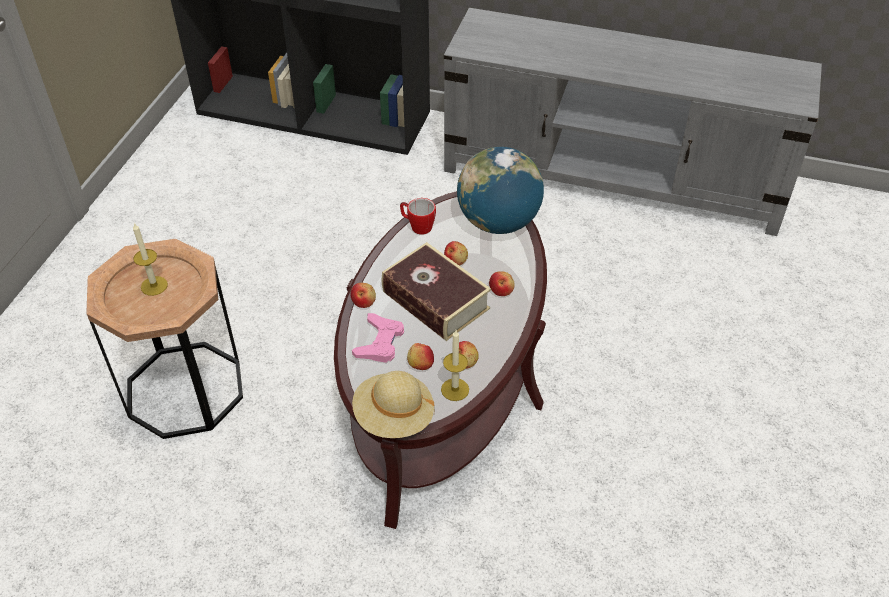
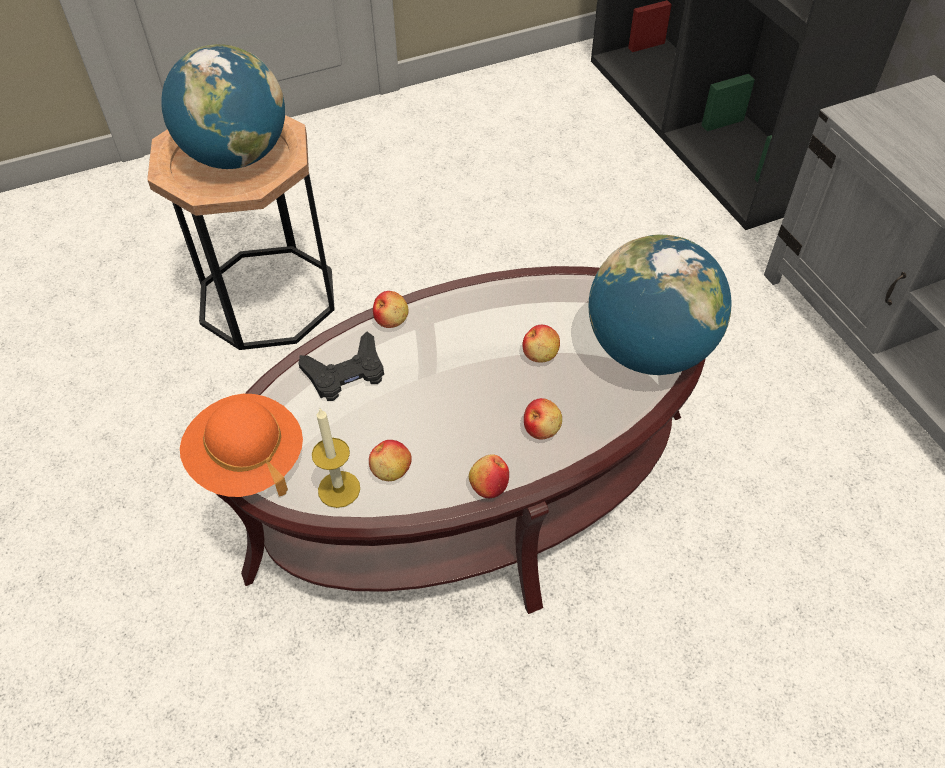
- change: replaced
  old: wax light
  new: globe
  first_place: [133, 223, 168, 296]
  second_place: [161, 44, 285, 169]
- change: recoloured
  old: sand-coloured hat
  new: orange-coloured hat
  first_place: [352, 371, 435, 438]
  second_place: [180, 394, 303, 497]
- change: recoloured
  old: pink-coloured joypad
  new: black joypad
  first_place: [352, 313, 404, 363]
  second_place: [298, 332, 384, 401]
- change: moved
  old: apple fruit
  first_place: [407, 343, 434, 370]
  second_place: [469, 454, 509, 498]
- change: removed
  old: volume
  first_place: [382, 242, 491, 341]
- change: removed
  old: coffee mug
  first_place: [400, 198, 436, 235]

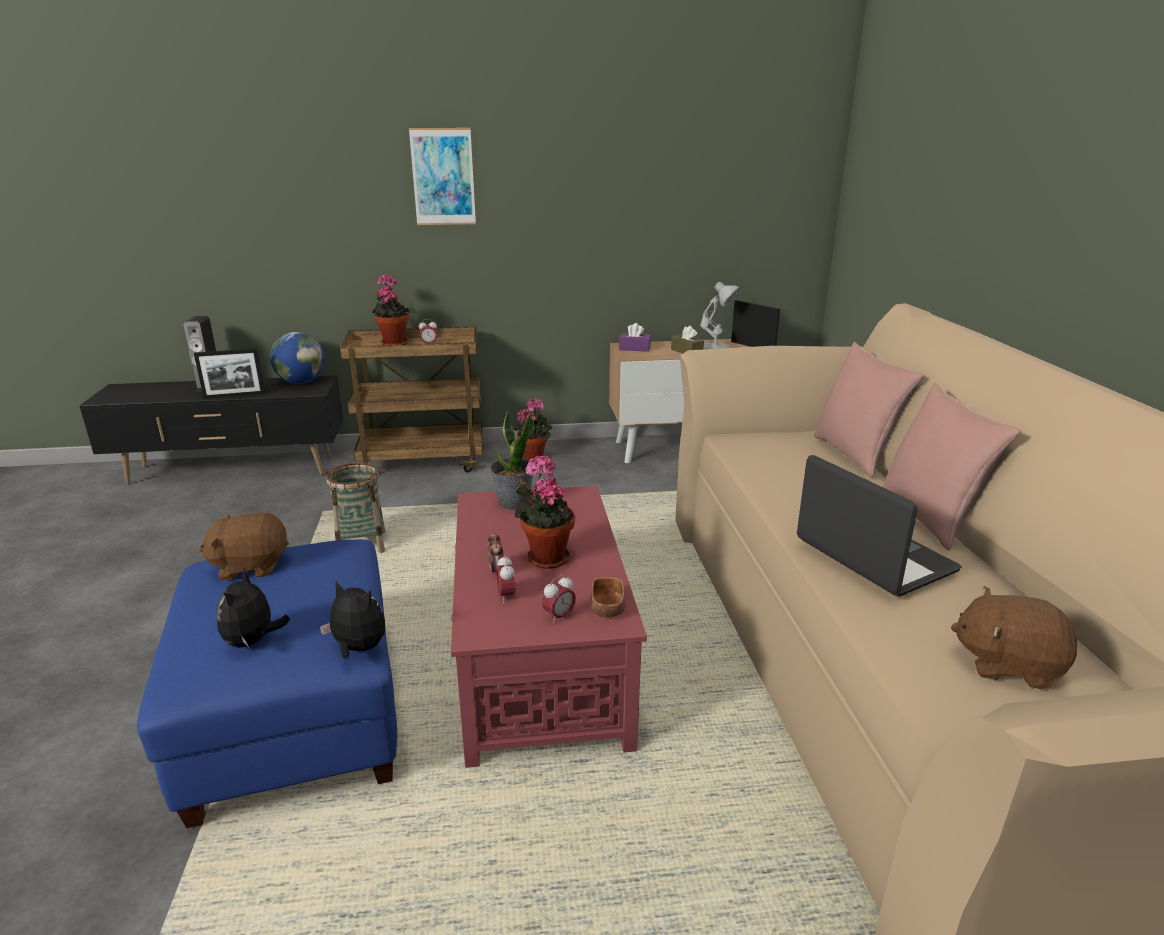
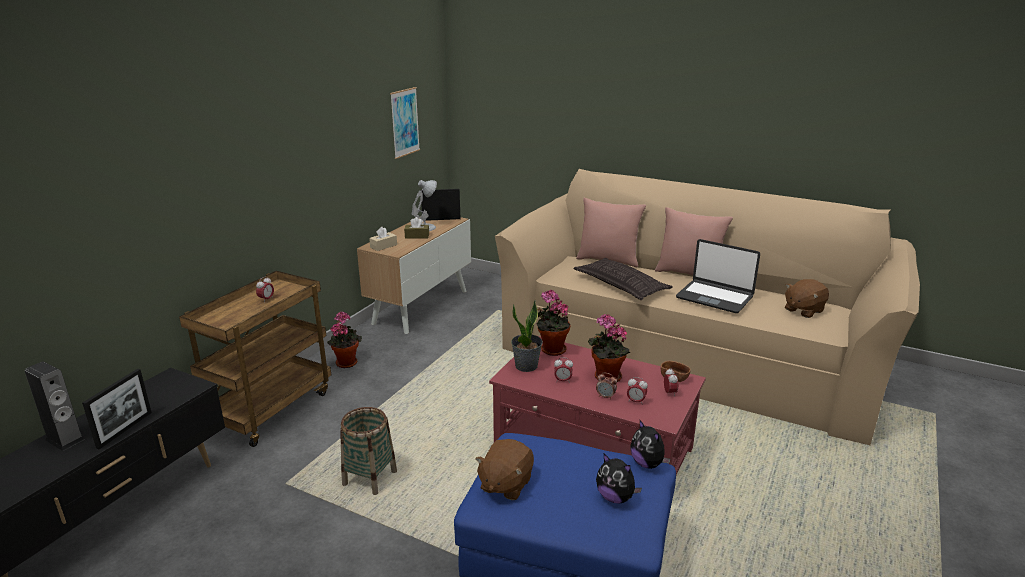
- change: recoloured
  old: purple-coloured box of tissues
  new: sand-coloured box of tissues
  first_place: [619, 323, 651, 352]
  second_place: [369, 227, 397, 251]
- change: moved
  old: wall picture
  first_place: [409, 128, 476, 225]
  second_place: [390, 87, 420, 159]
- change: moved
  old: houseplant
  first_place: [372, 274, 410, 345]
  second_place: [537, 290, 571, 356]
- change: added
  new: table clock
  second_place: [554, 357, 573, 383]
- change: added
  new: pillow
  second_place: [573, 258, 673, 300]
- change: turned
  old: soft toy
  first_place: [320, 581, 385, 659]
  second_place: [630, 420, 671, 469]
  degrees: -90
- change: turned
  old: notebook computer
  first_place: [797, 455, 962, 596]
  second_place: [676, 239, 760, 313]
  degrees: -150
- change: removed
  old: globe
  first_place: [270, 332, 325, 384]

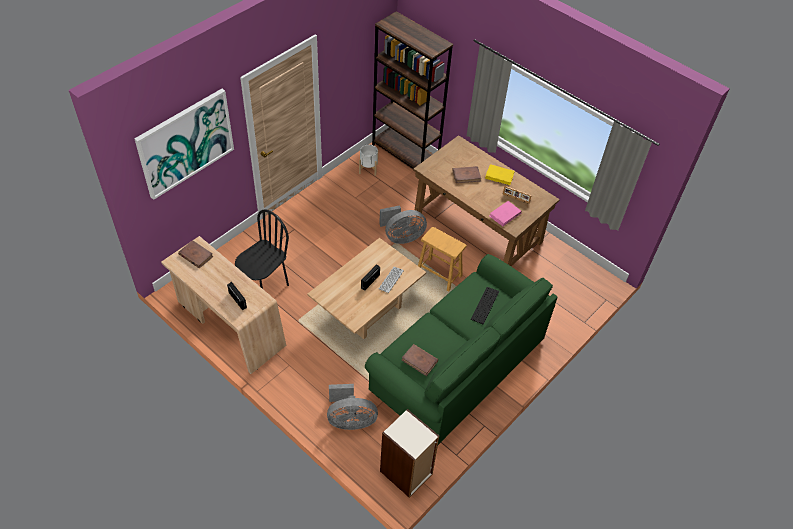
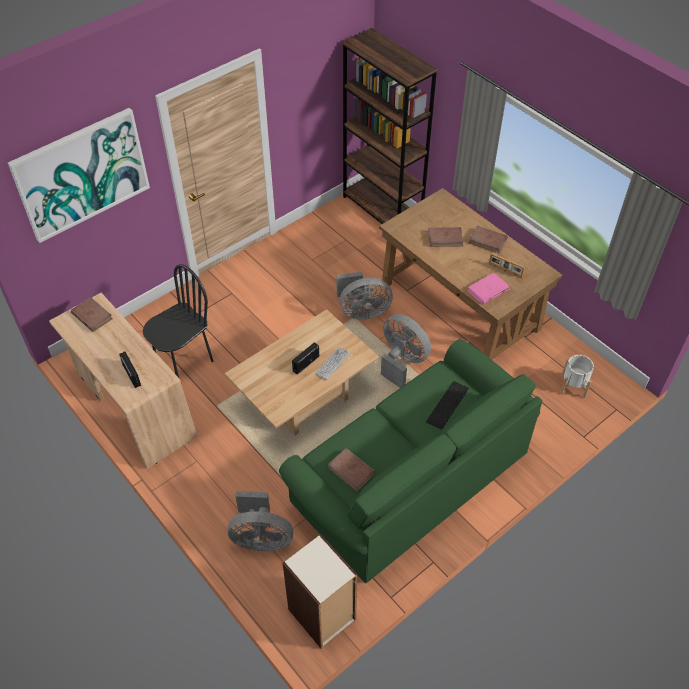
- change: replaced
  old: brown stool
  new: grey cooling fan
  first_place: [418, 227, 467, 292]
  second_place: [381, 314, 431, 388]
- change: recoloured
  old: yellowish volume
  new: brown volume
  first_place: [485, 164, 515, 186]
  second_place: [469, 226, 508, 254]
- change: moved
  old: whitish planter
  first_place: [359, 144, 378, 176]
  second_place: [560, 355, 594, 398]

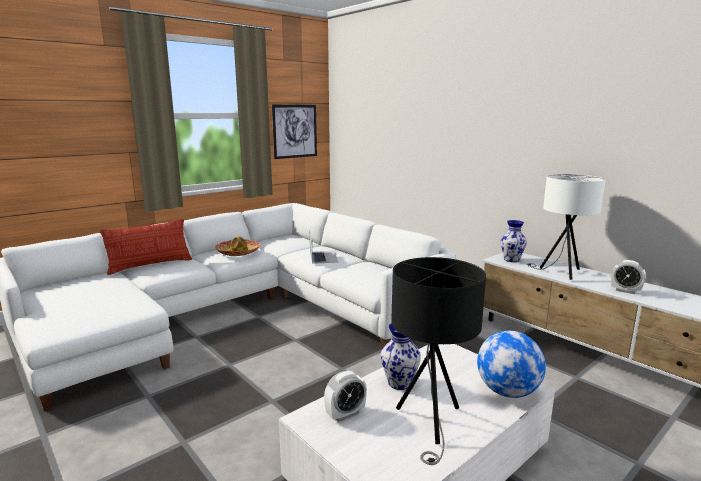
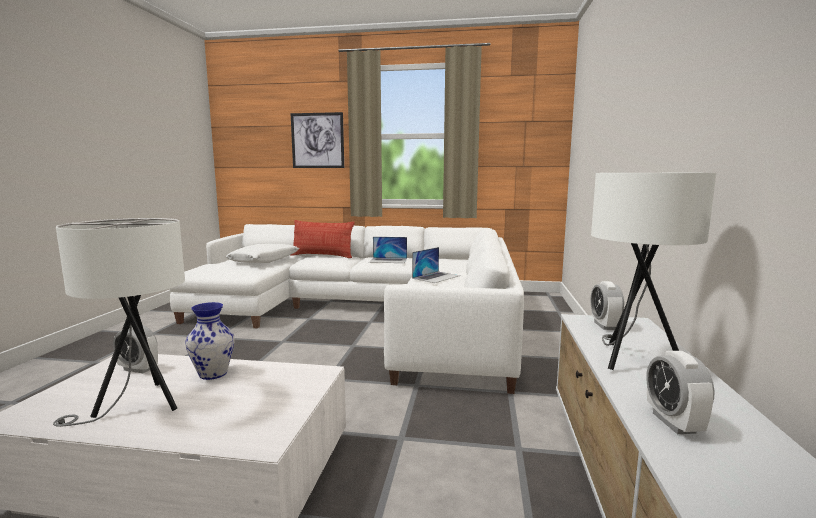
- change: recoloured
  old: black lamp for a table
  new: whitish lamp for a table
  first_place: [391, 257, 486, 465]
  second_place: [53, 218, 185, 427]
- change: added
  new: whitish pillow
  second_place: [226, 244, 299, 263]
- change: moved
  old: wall picture
  first_place: [272, 105, 317, 159]
  second_place: [291, 112, 344, 168]
- change: replaced
  old: hat
  new: notebook computer
  first_place: [215, 236, 260, 256]
  second_place: [369, 237, 407, 263]
- change: replaced
  old: vase
  new: table clock
  first_place: [500, 220, 527, 262]
  second_place: [590, 281, 624, 330]
- change: removed
  old: globe
  first_place: [477, 331, 546, 398]

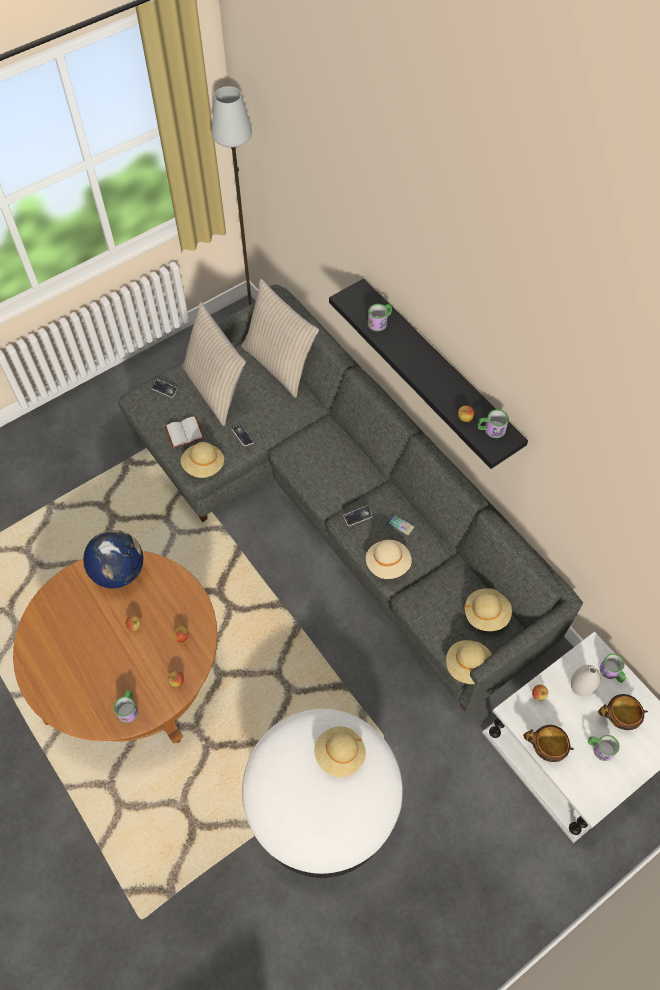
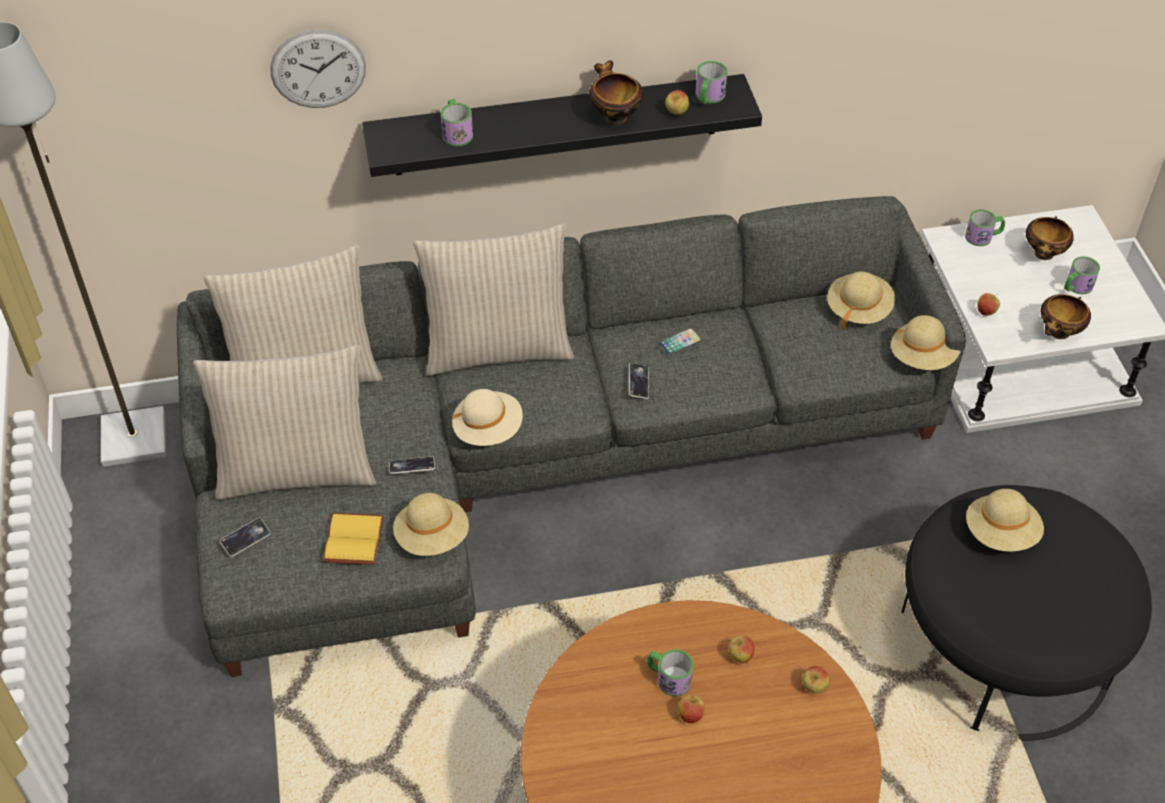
- change: added
  new: hanging clock
  second_place: [270, 30, 366, 108]
- change: recoloured
  old: whitish volume
  new: yellowish volume
  first_place: [165, 416, 204, 448]
  second_place: [322, 513, 384, 565]
- change: added
  new: sand-coloured pillow
  second_place: [413, 224, 574, 375]
- change: moved
  old: sand-coloured hat
  first_place: [366, 540, 412, 579]
  second_place: [452, 389, 523, 446]
- change: added
  new: deep dish
  second_place: [589, 60, 643, 125]
- change: moved
  old: coffee mug
  first_place: [113, 690, 138, 723]
  second_place: [647, 649, 693, 696]
- change: recoloured
  old: whitish ottoman
  new: black ottoman
  first_place: [242, 708, 403, 878]
  second_place: [901, 485, 1152, 741]
- change: removed
  old: globe
  first_place: [83, 530, 143, 589]
- change: removed
  old: whitish vase
  first_place: [571, 665, 600, 696]

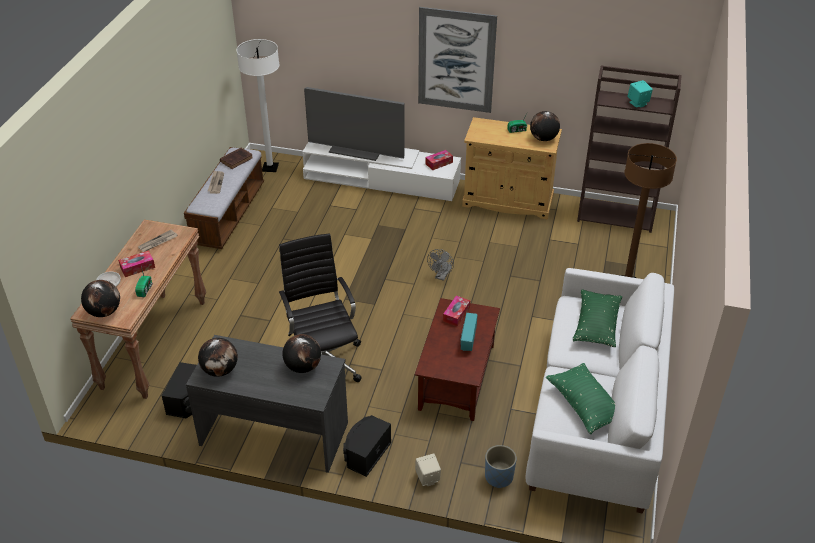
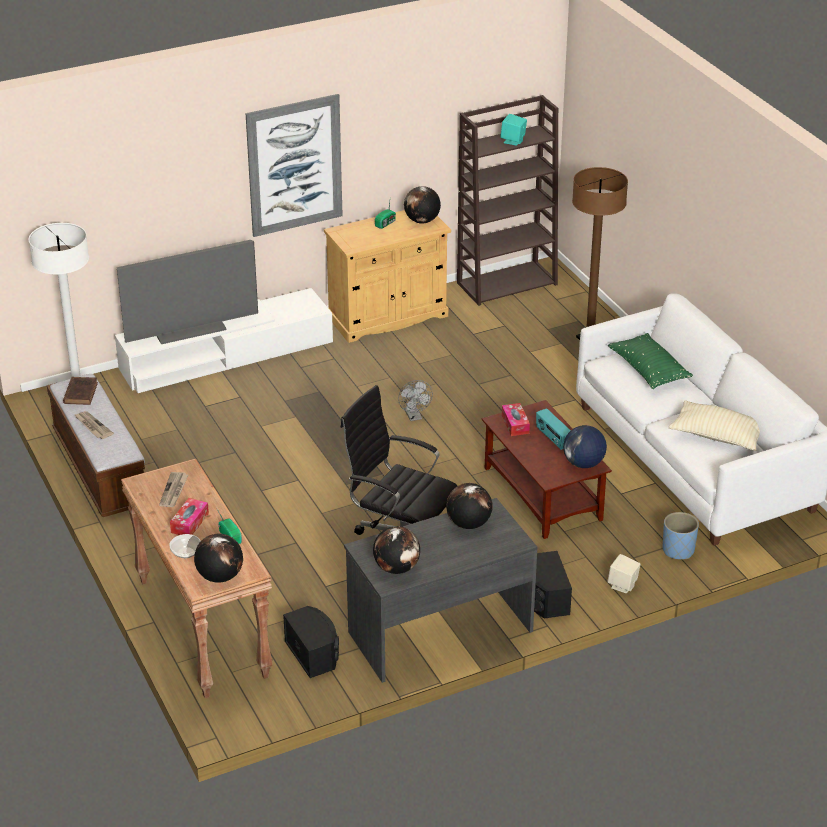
- change: added
  new: globe
  second_place: [563, 425, 607, 468]
- change: recoloured
  old: green-coloured pillow
  new: sand-coloured pillow
  first_place: [546, 363, 615, 434]
  second_place: [668, 400, 760, 451]
- change: removed
  old: box of tissues
  first_place: [425, 150, 453, 170]

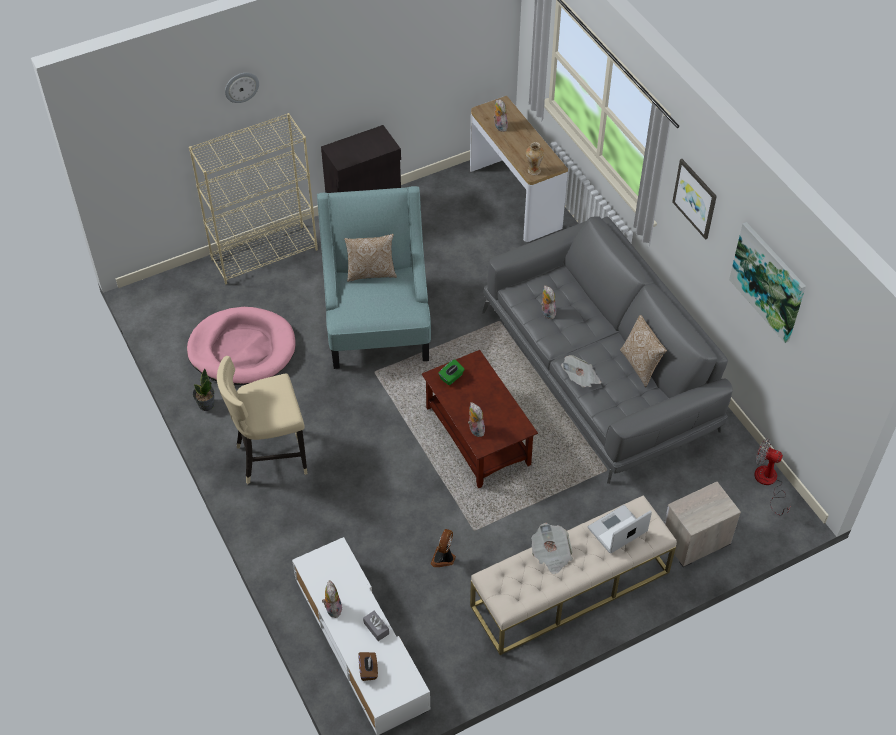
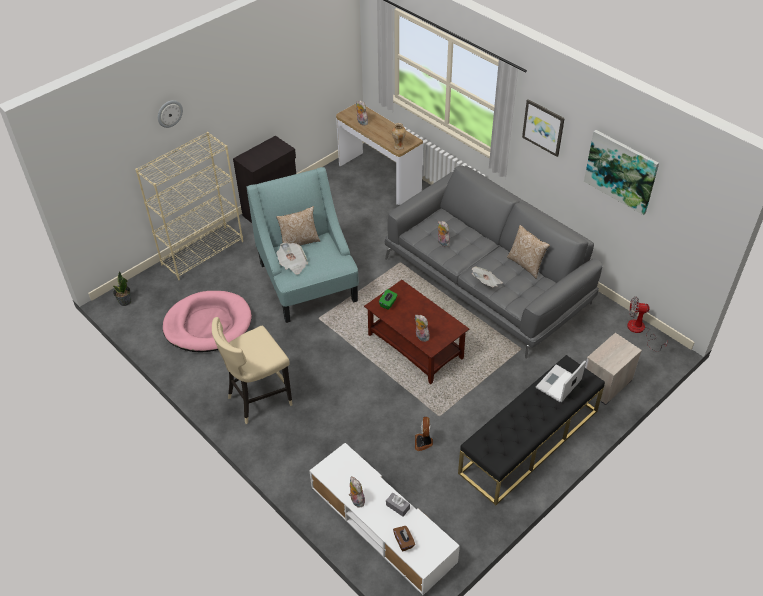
- change: moved
  old: houseplant
  first_place: [192, 369, 215, 411]
  second_place: [113, 271, 131, 306]
- change: moved
  old: newspaper
  first_place: [531, 523, 573, 575]
  second_place: [276, 242, 308, 275]
- change: recoloured
  old: sand-coloured long seat
  new: black long seat
  first_place: [470, 495, 677, 655]
  second_place: [458, 355, 605, 505]

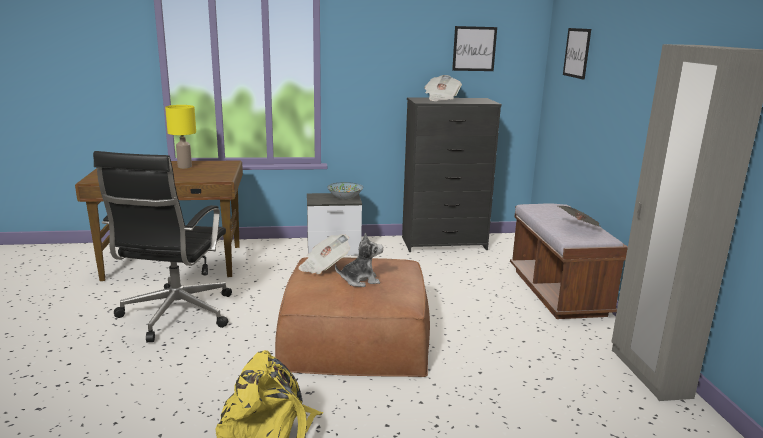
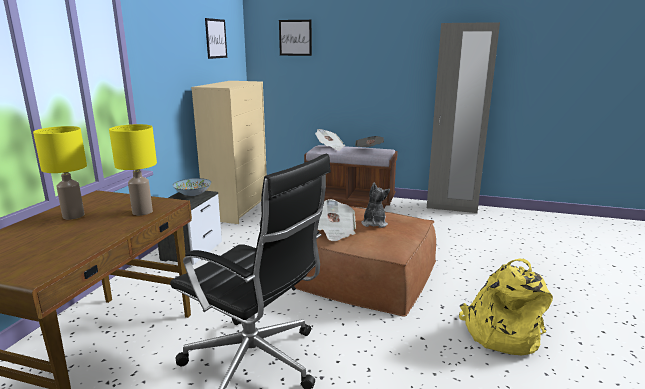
- change: added
  new: yellowish lamp for a table
  second_place: [109, 124, 157, 215]
- change: recoloured
  old: black drawer chest
  new: sand-coloured drawer chest
  first_place: [402, 97, 502, 252]
  second_place: [191, 81, 267, 224]
- change: moved
  old: newspaper
  first_place: [425, 75, 462, 101]
  second_place: [315, 129, 345, 151]

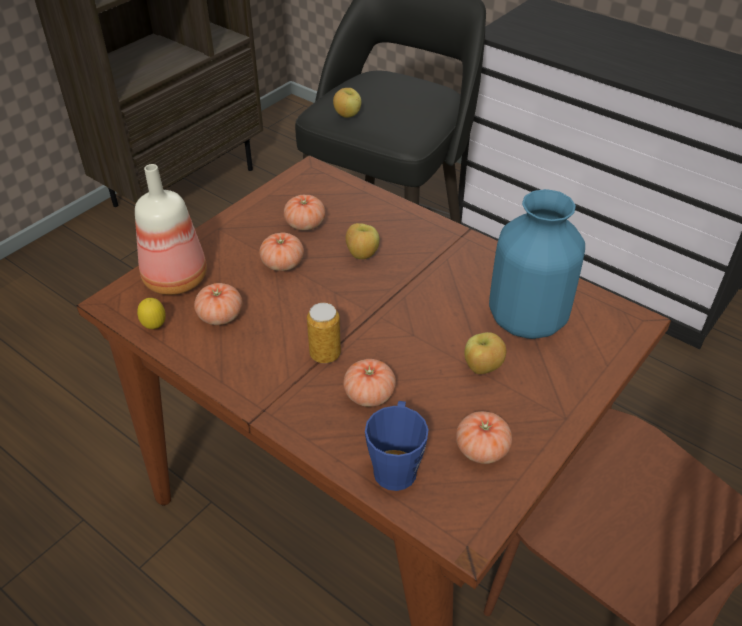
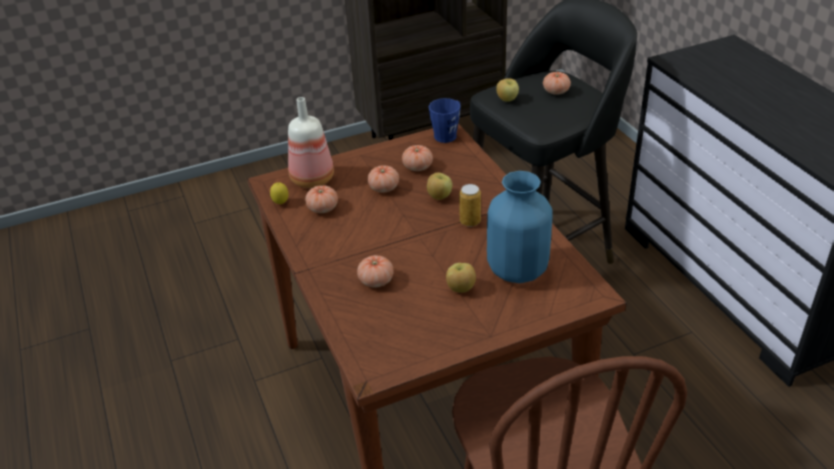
- change: moved
  old: blue-coloured coffee mug
  first_place: [365, 401, 429, 491]
  second_place: [429, 98, 461, 143]
- change: moved
  old: can
  first_place: [307, 303, 341, 363]
  second_place: [459, 184, 481, 227]
- change: moved
  old: fresh tomato
  first_place: [456, 411, 512, 464]
  second_place: [543, 72, 571, 95]

